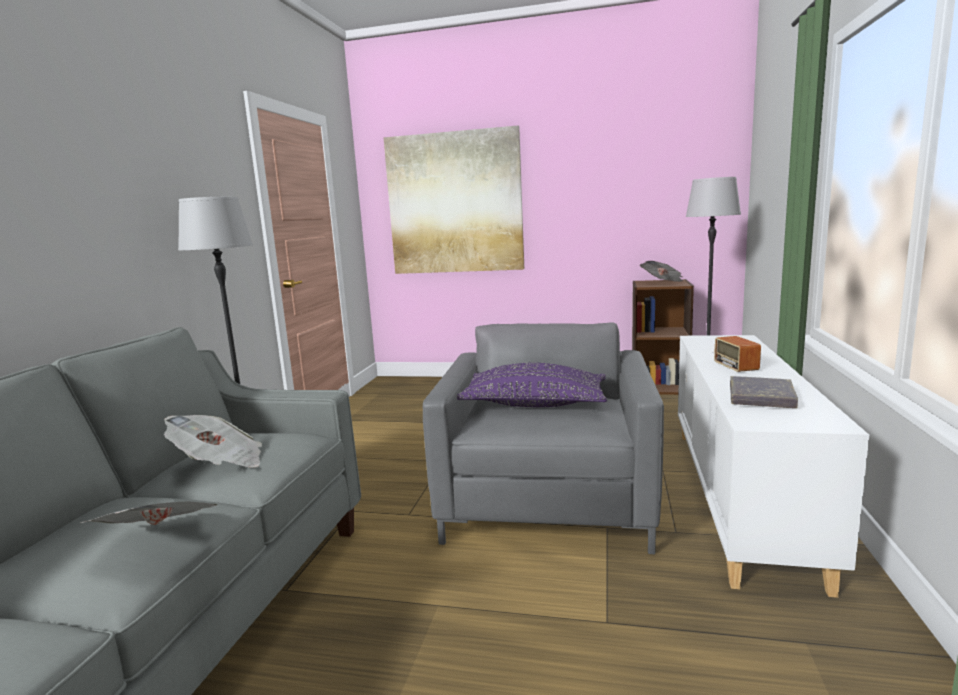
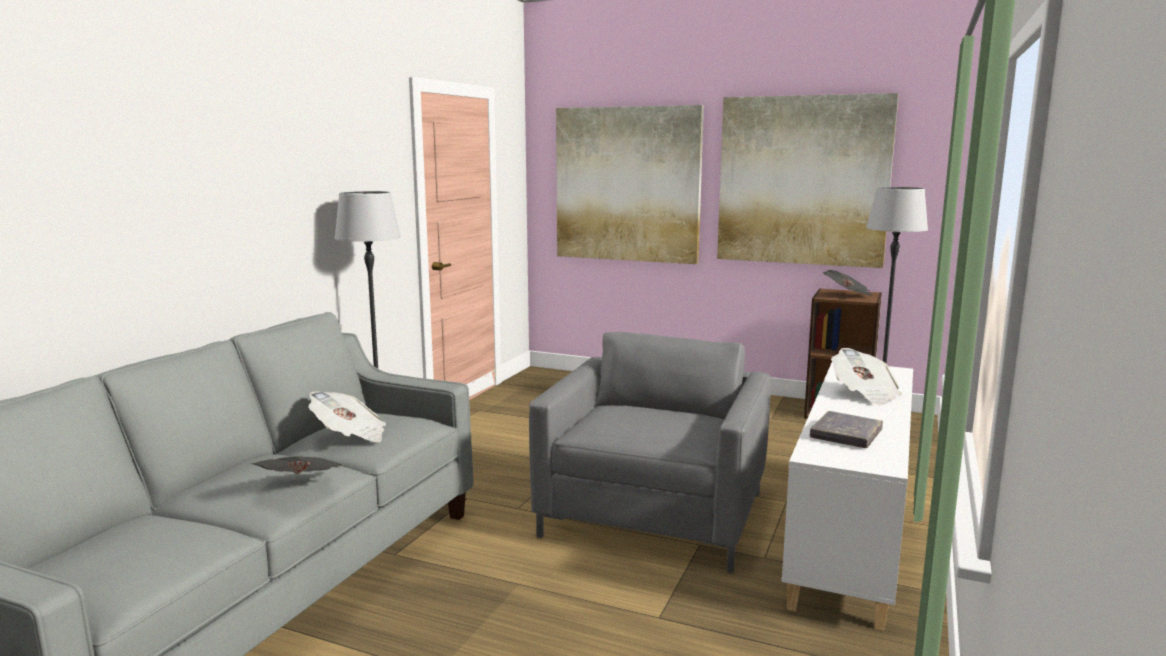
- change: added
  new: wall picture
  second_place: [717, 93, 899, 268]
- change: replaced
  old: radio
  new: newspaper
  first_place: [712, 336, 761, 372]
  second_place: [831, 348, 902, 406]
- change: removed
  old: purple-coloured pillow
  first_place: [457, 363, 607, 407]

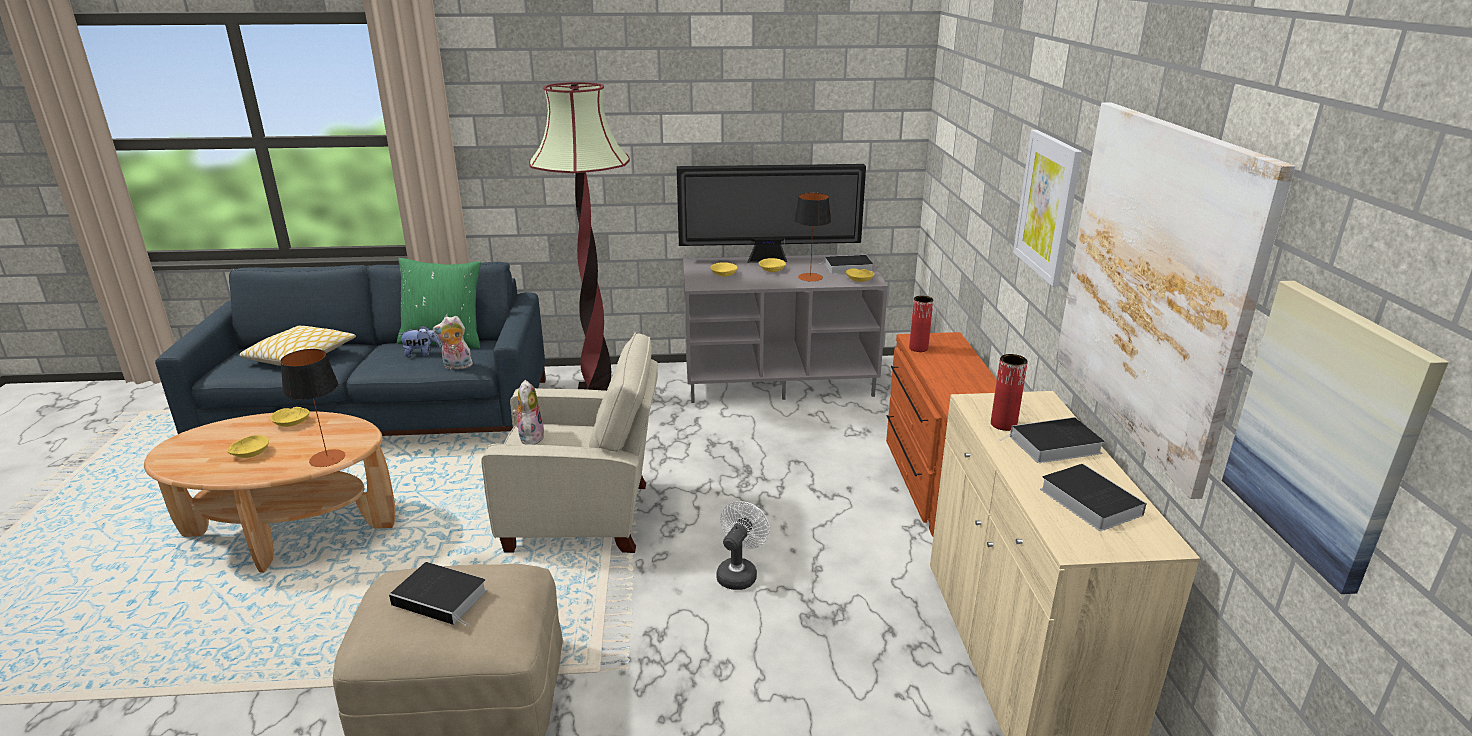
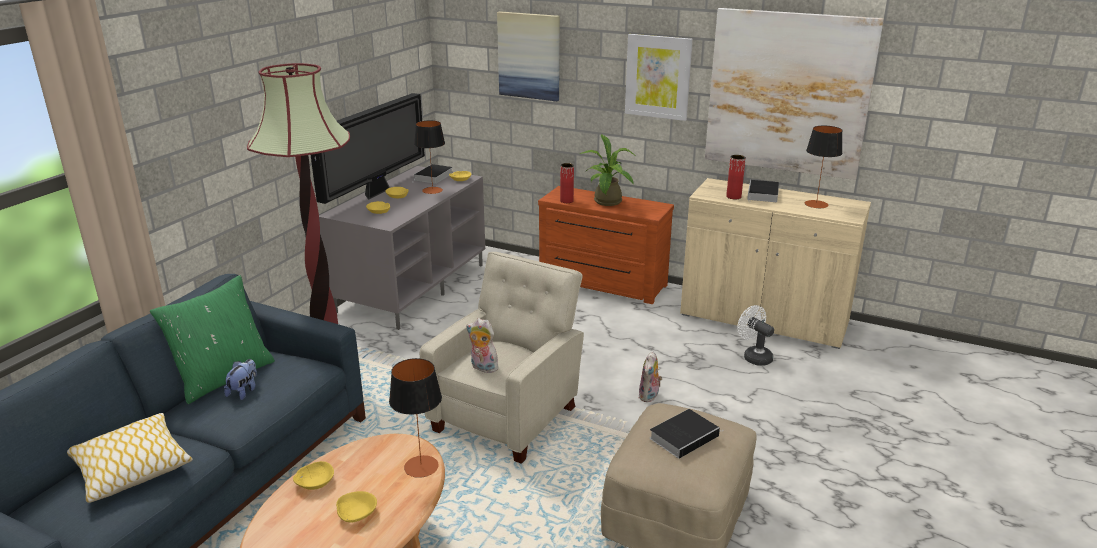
- change: moved
  old: wall picture
  first_place: [1222, 281, 1449, 594]
  second_place: [497, 11, 560, 101]
- change: added
  new: houseplant
  second_place: [579, 134, 637, 206]
- change: moved
  old: soft toy
  first_place: [433, 316, 473, 369]
  second_place: [639, 351, 662, 402]
- change: moved
  old: whitish cooling fan
  first_place: [717, 501, 770, 590]
  second_place: [737, 305, 774, 366]
- change: replaced
  old: volume
  new: lamp for a table
  first_place: [1040, 464, 1147, 531]
  second_place: [805, 126, 843, 208]

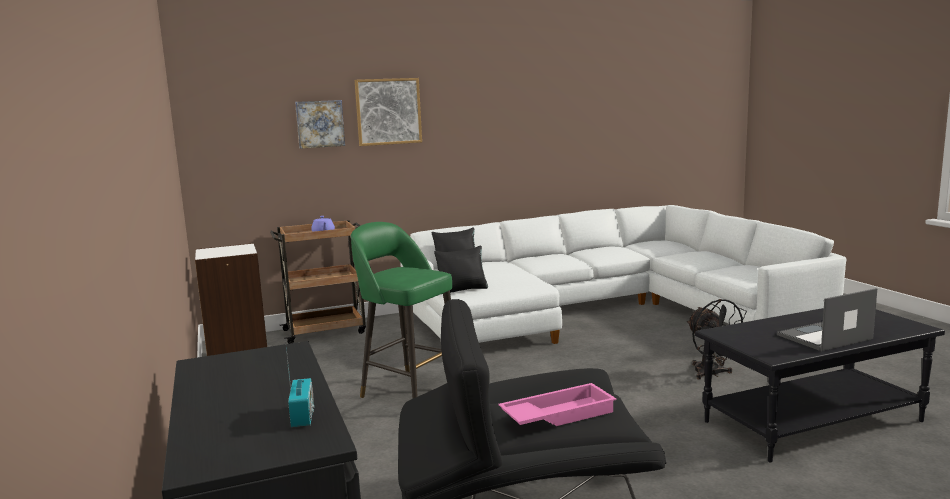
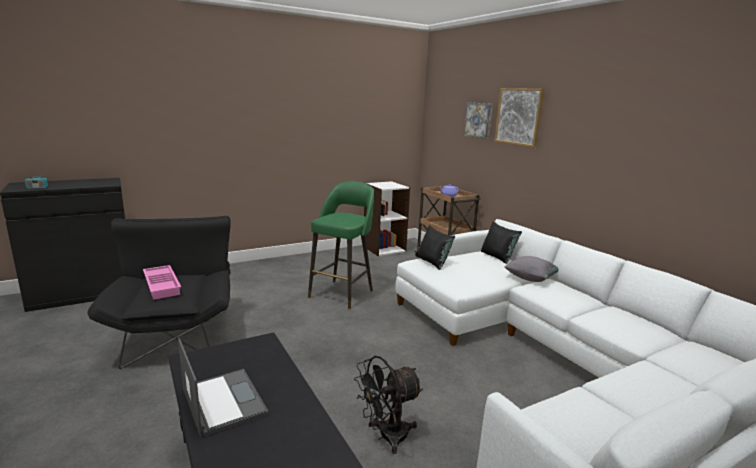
- change: added
  new: grey pillow
  second_place: [504, 256, 559, 282]

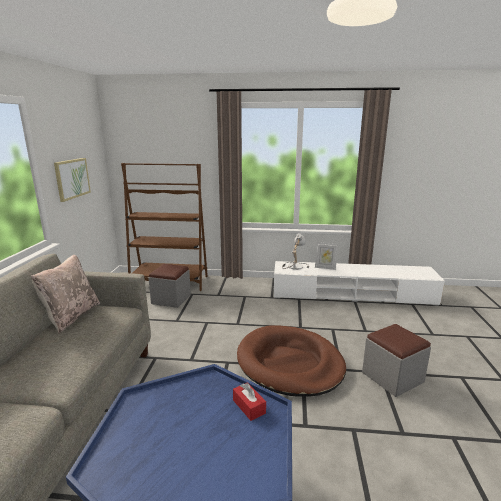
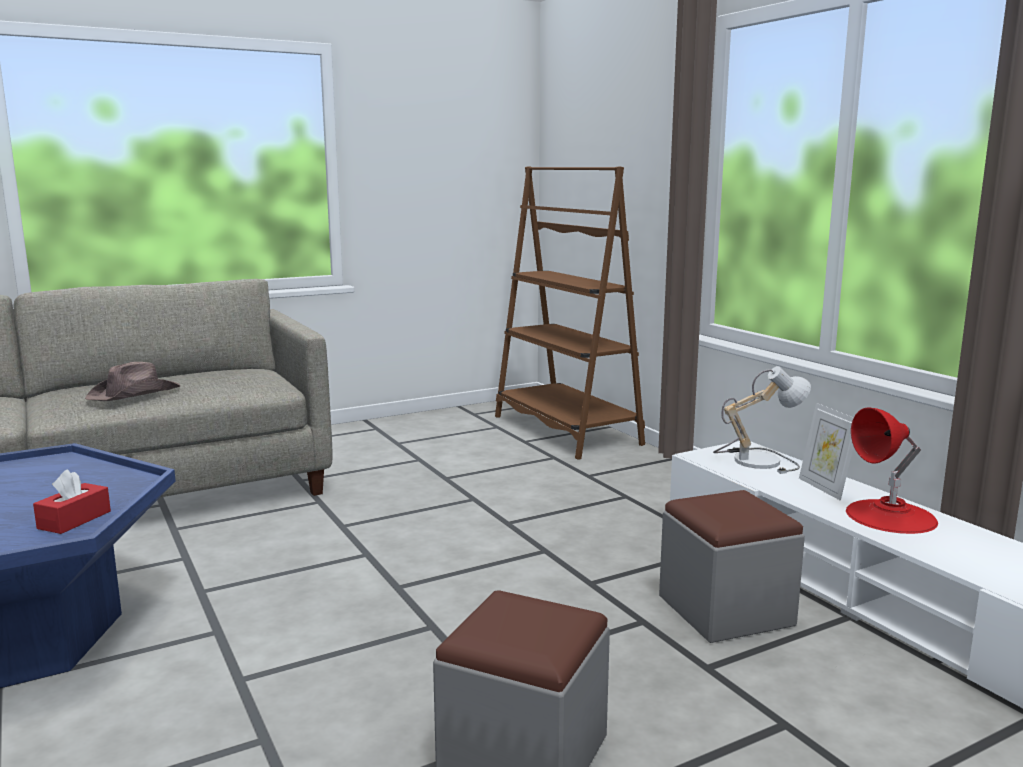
- change: added
  new: brown hat
  second_place: [85, 362, 180, 401]
- change: moved
  old: grey ottoman
  first_place: [148, 264, 191, 308]
  second_place: [659, 490, 805, 643]
- change: added
  new: red lamp for a table
  second_place: [846, 408, 938, 534]
- change: removed
  old: sand-coloured pillow
  first_place: [31, 255, 100, 334]
- change: removed
  old: wall picture
  first_place: [54, 158, 91, 202]
- change: removed
  old: brown dog cushion
  first_place: [237, 325, 346, 396]

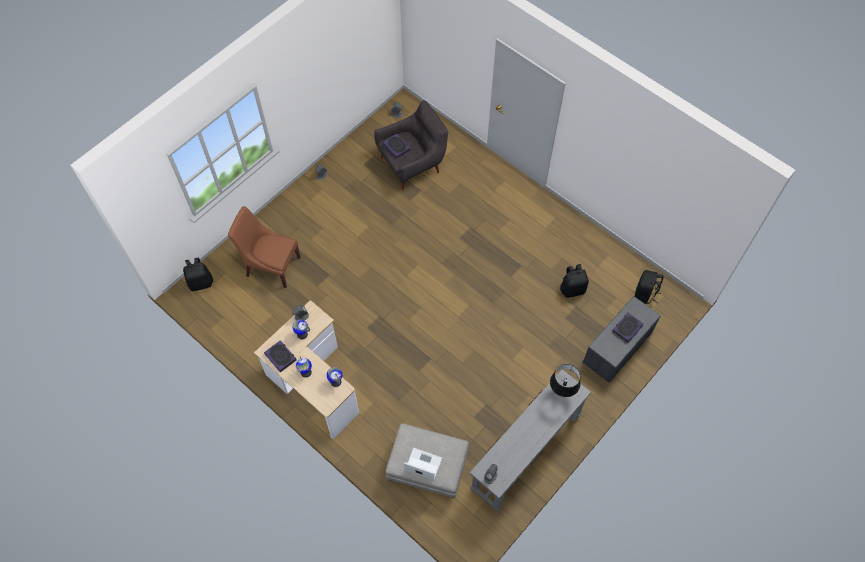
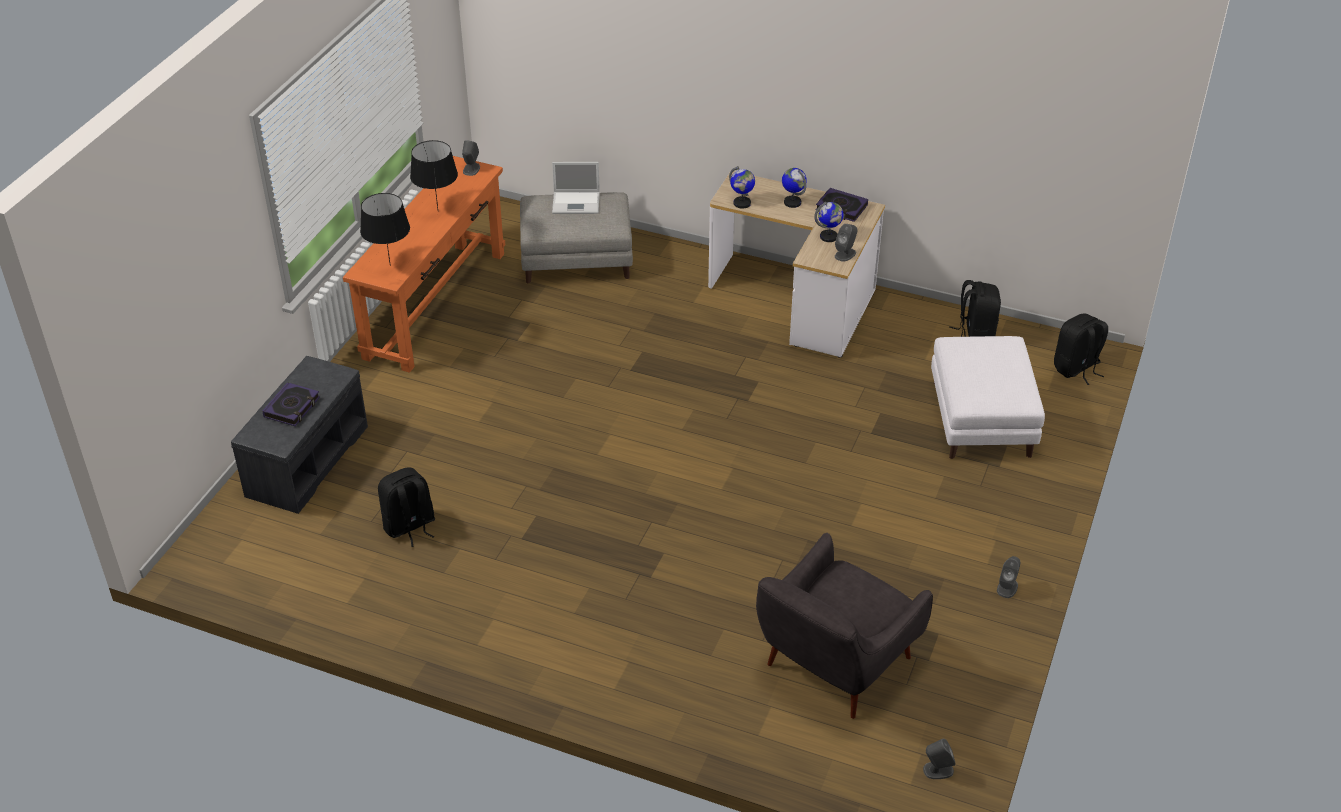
- change: recoloured
  old: grey console table
  new: orange-coloured console table
  first_place: [470, 369, 591, 512]
  second_place: [343, 156, 505, 373]
- change: added
  new: black lamp for a table
  second_place: [410, 140, 458, 209]
- change: replaced
  old: brown upright chair
  new: whitish ottoman
  first_place: [228, 206, 301, 288]
  second_place: [931, 336, 1045, 459]
- change: moved
  old: black rucksack
  first_place: [635, 270, 664, 304]
  second_place: [949, 280, 1001, 337]
- change: removed
  old: volume
  first_place: [383, 134, 410, 159]

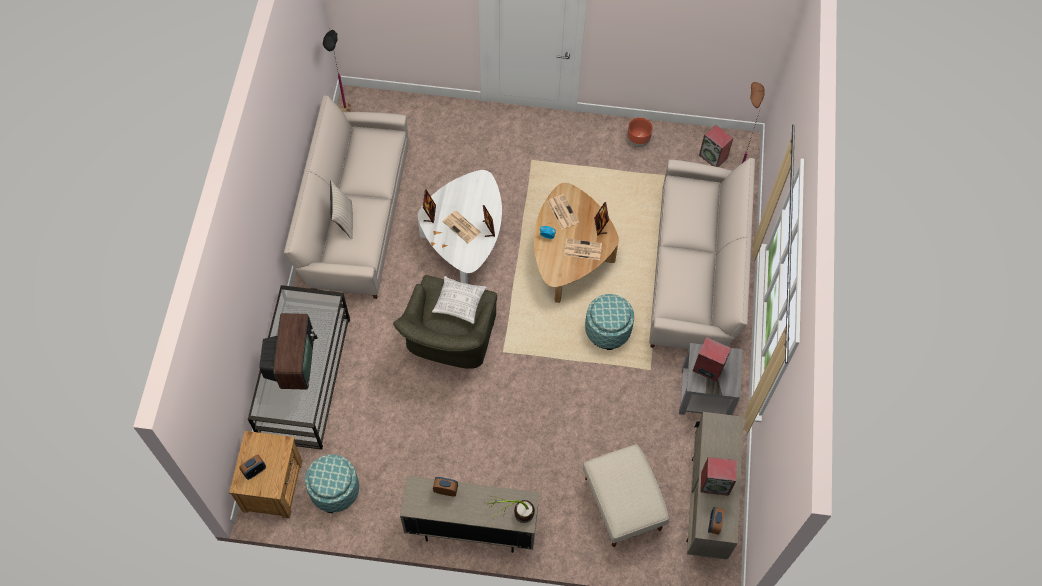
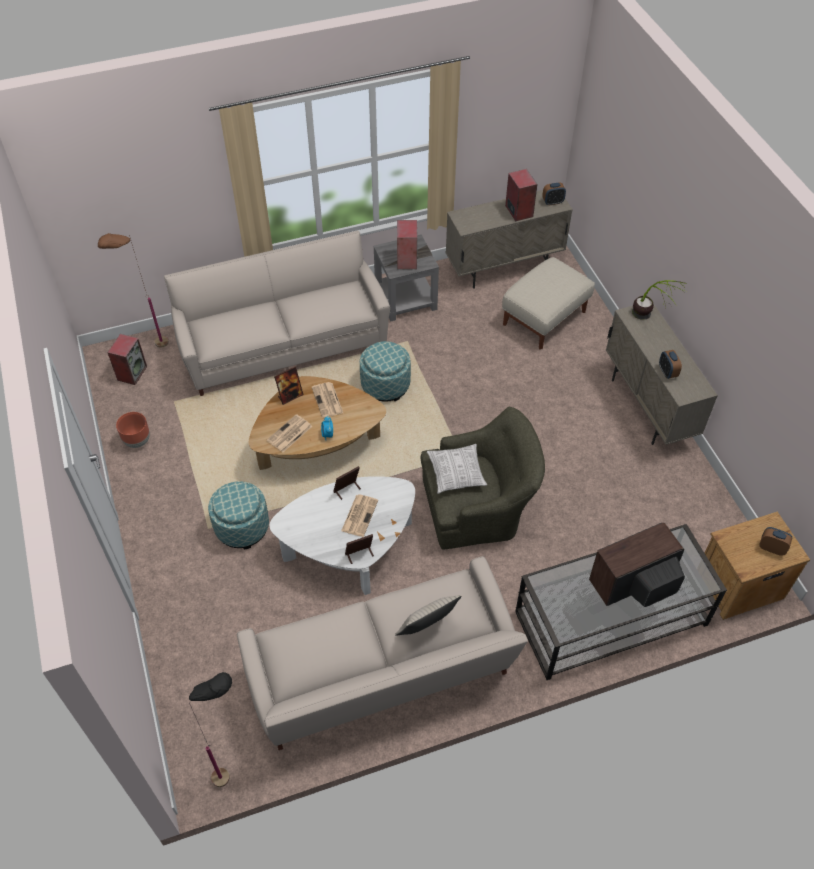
- change: moved
  old: ottoman
  first_place: [305, 454, 359, 513]
  second_place: [208, 481, 269, 549]

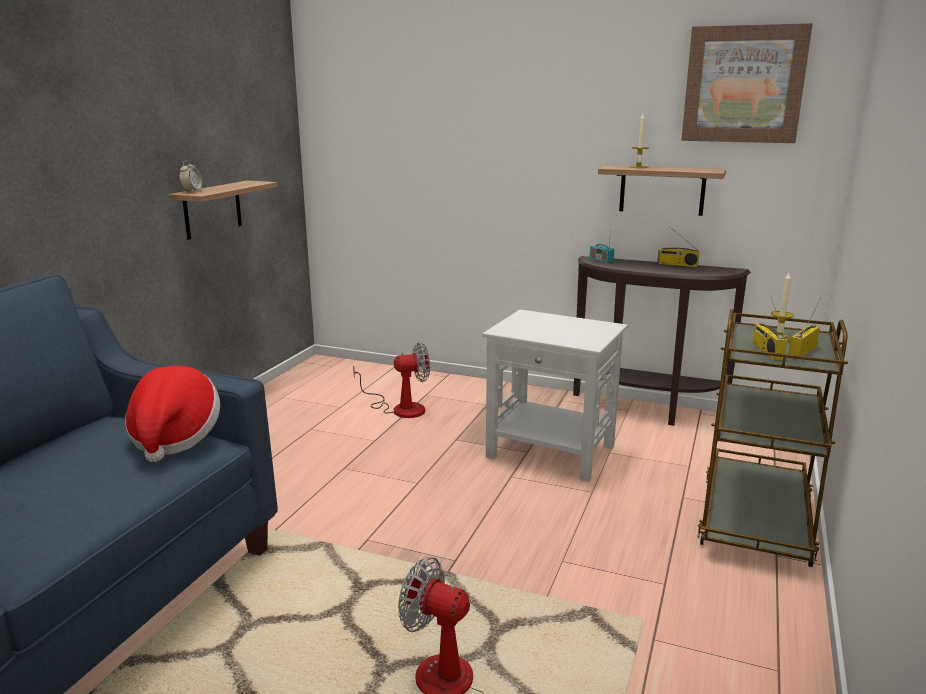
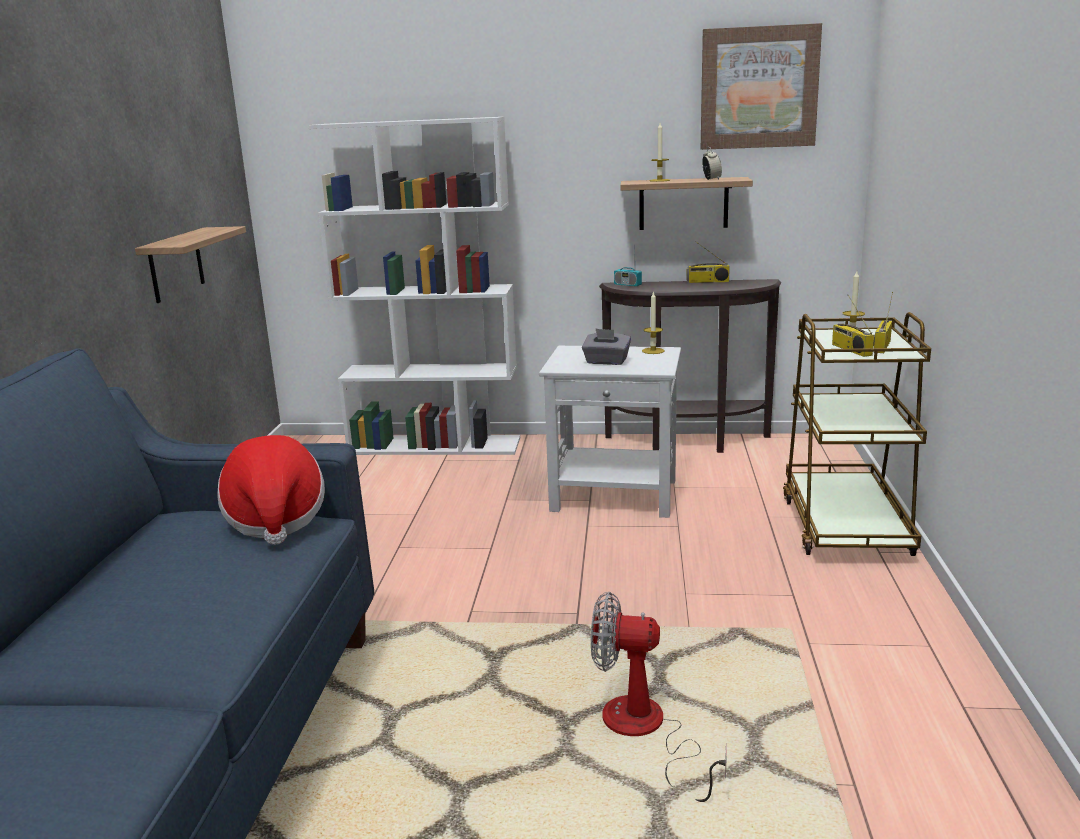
- change: added
  new: whitish bookshelf
  second_place: [308, 117, 520, 455]
- change: added
  new: grey box of tissues
  second_place: [582, 328, 631, 365]
- change: added
  new: wax light
  second_place: [642, 291, 665, 354]
- change: moved
  old: table clock
  first_place: [179, 161, 202, 193]
  second_place: [702, 147, 722, 180]
- change: removed
  old: cooling fan
  first_place: [353, 342, 430, 418]

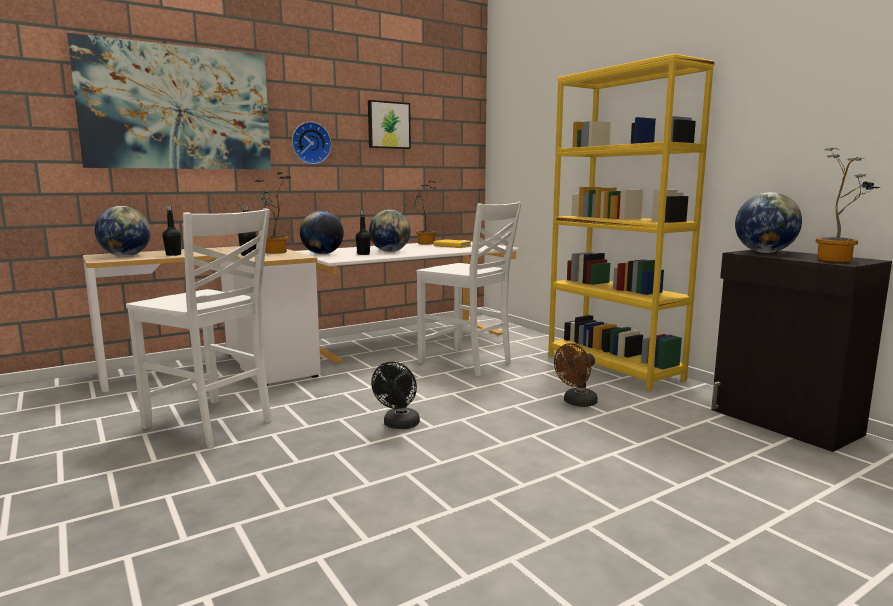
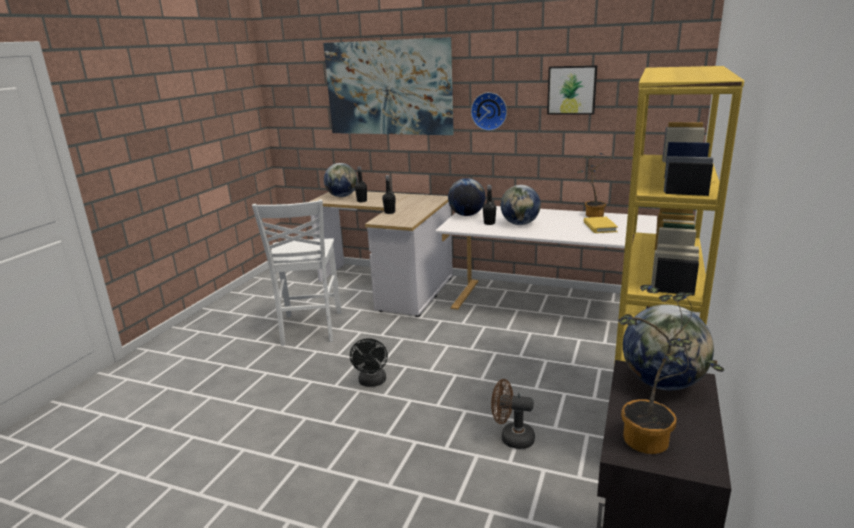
- change: turned
  old: black cooling fan
  first_place: [371, 362, 420, 429]
  second_place: [350, 338, 388, 387]
  degrees: -75
- change: removed
  old: houseplant
  first_place: [255, 172, 291, 254]
- change: removed
  old: whitish upright chair
  first_place: [417, 201, 522, 377]

